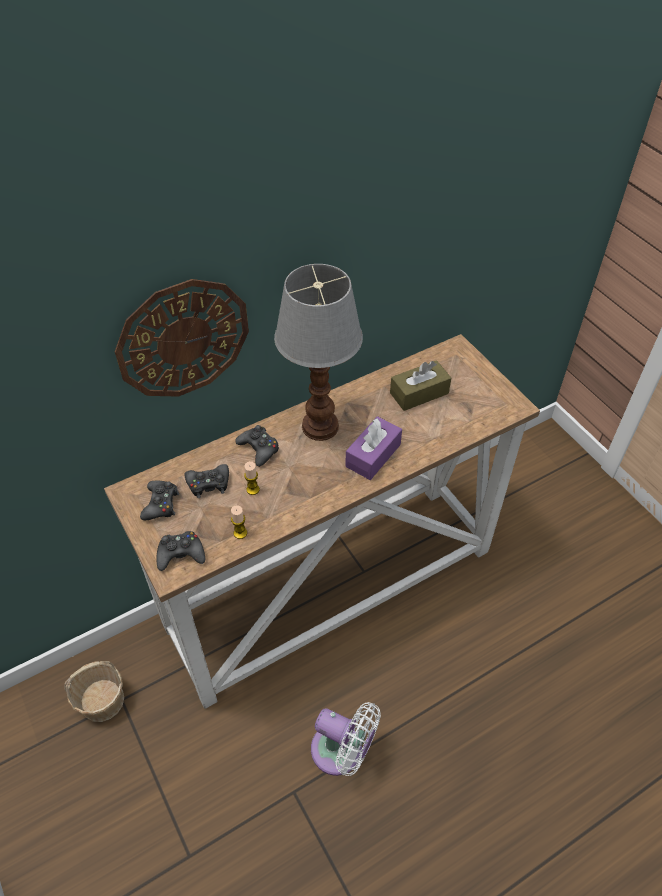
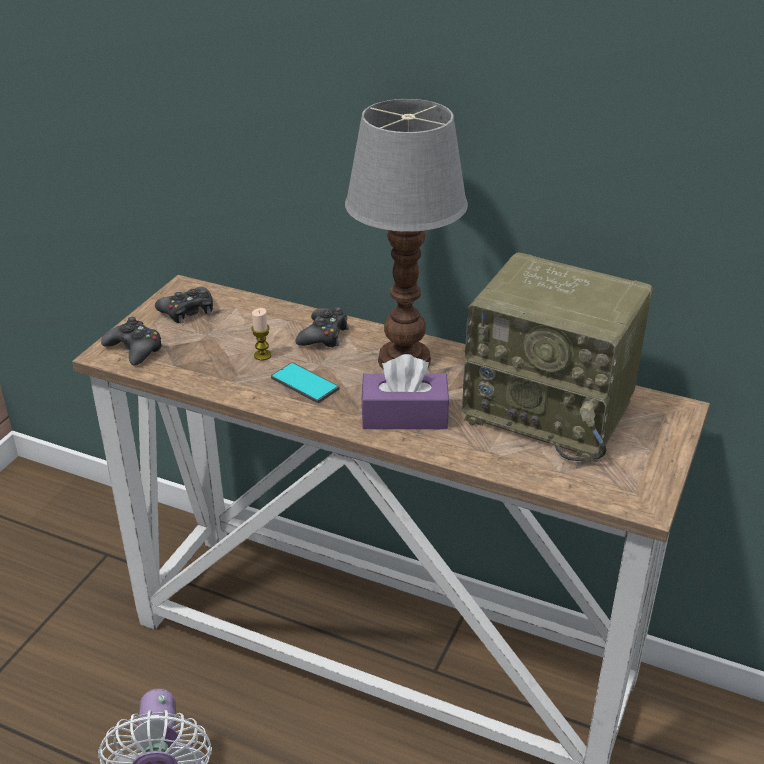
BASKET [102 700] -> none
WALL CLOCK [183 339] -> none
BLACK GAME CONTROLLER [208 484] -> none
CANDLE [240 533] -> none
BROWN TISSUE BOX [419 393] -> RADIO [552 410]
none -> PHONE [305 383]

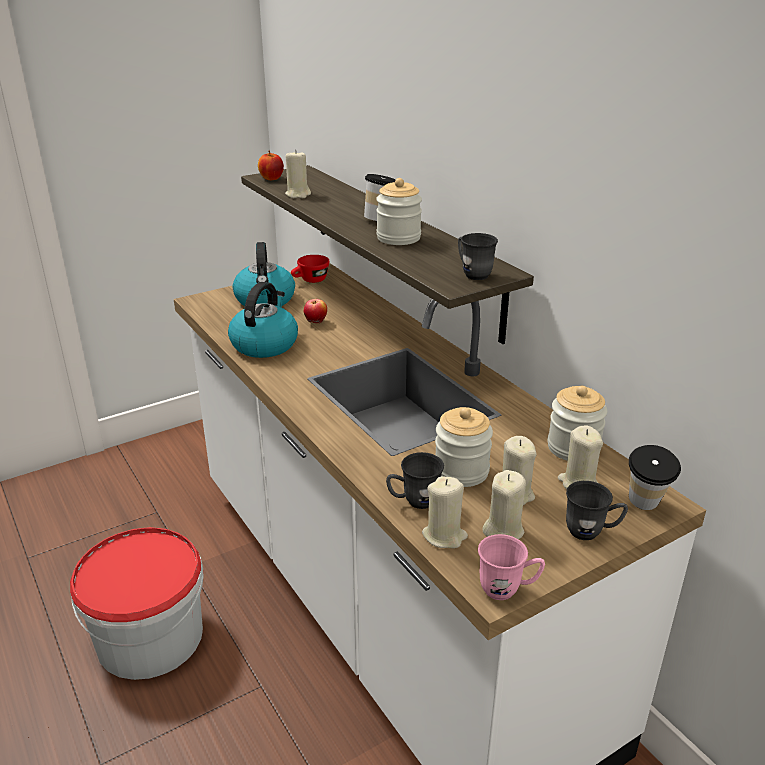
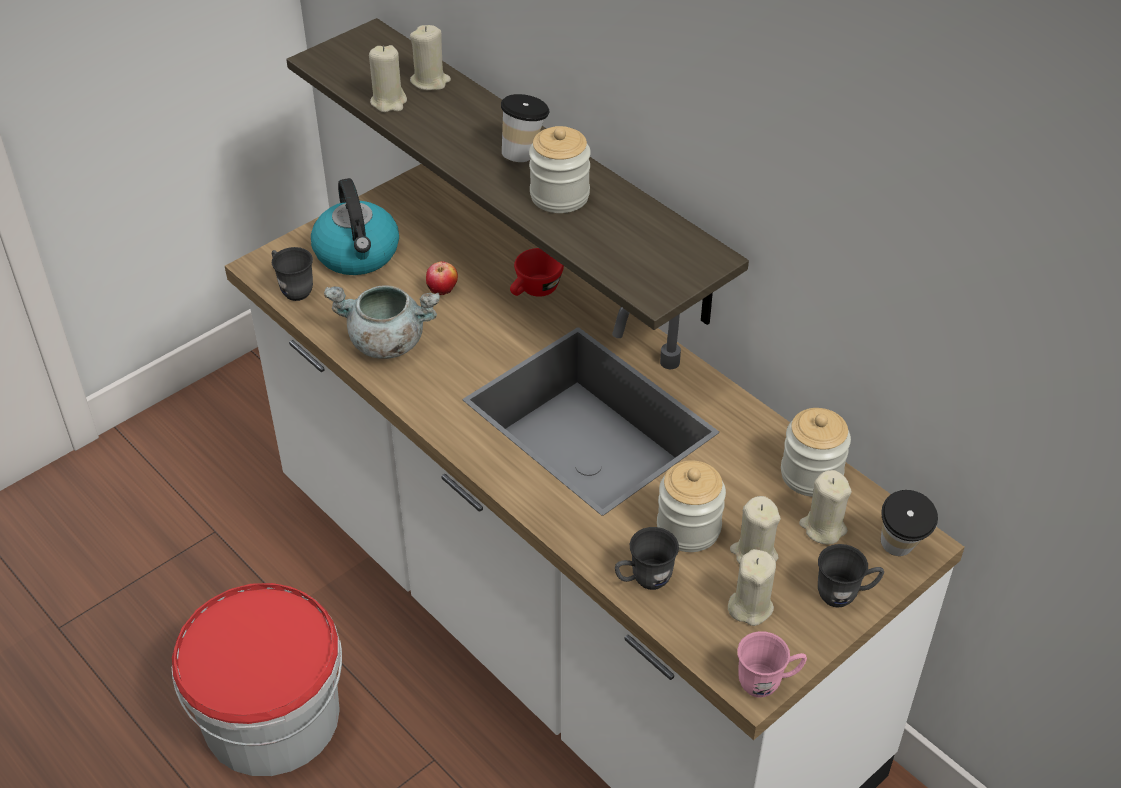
KETTLE [264 344] -> GREY COOKING POT [386 343]
APPLE [271 179] -> none
RED CUP [310 281] -> RED CUP [534 291], moved
BEIGE CANDLE [444 536] -> BEIGE CANDLE [430 81], moved
GREY MUG [472 273] -> GREY MUG [293 289], moved

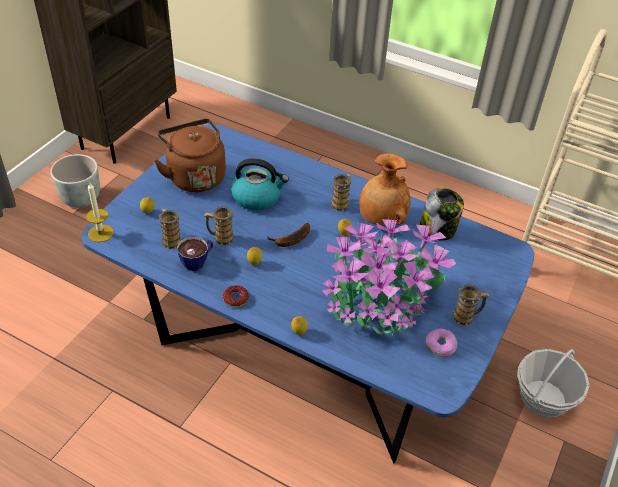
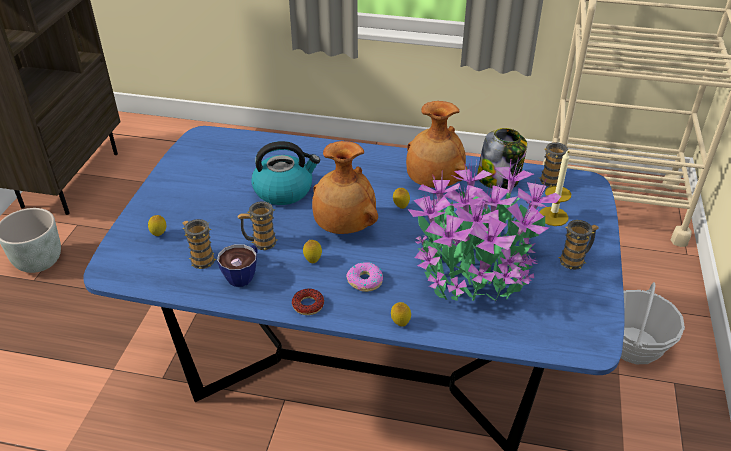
CANDLE [100 233] -> CANDLE [553 216], moved
BROWN KETTLE [194 176] -> none
BANANA [291 240] -> BROWN VASE [343 226]
MUG [341 203] -> MUG [550 178], moved
DONUT [441 345] -> DONUT [365 281], moved

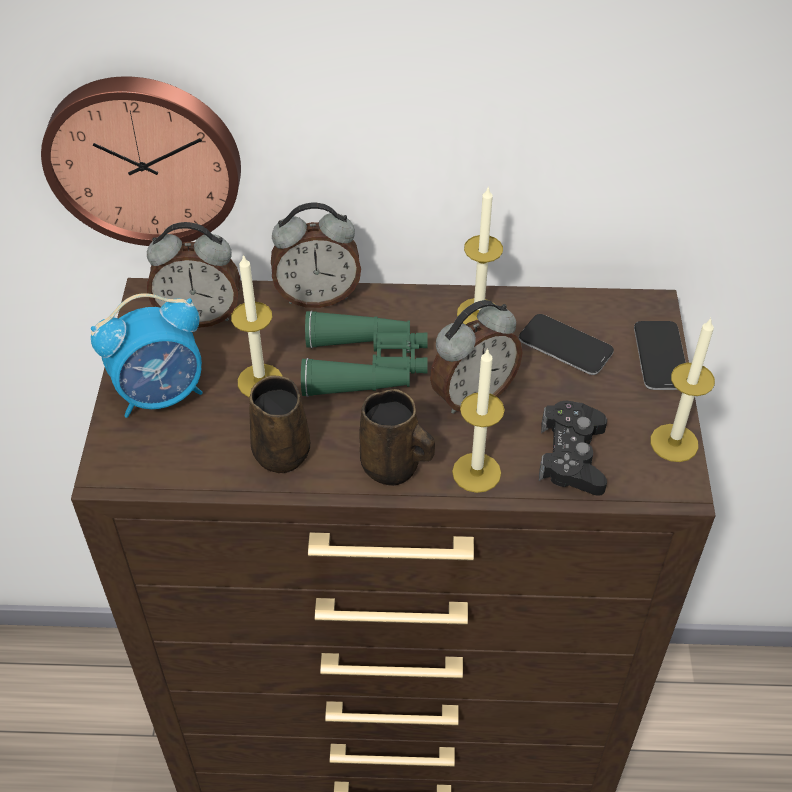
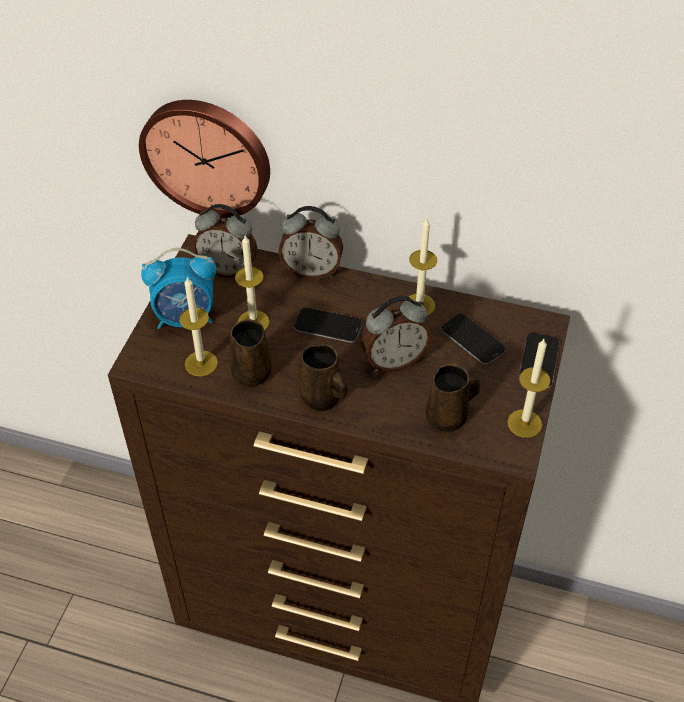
GREEN BINOCULARS [366 366] -> PHONE [328 326]
CANDLE [476 472] -> CANDLE [201 363], moved
BLACK GAME CONTROLLER [572 456] -> BROWN MUG [448 417]

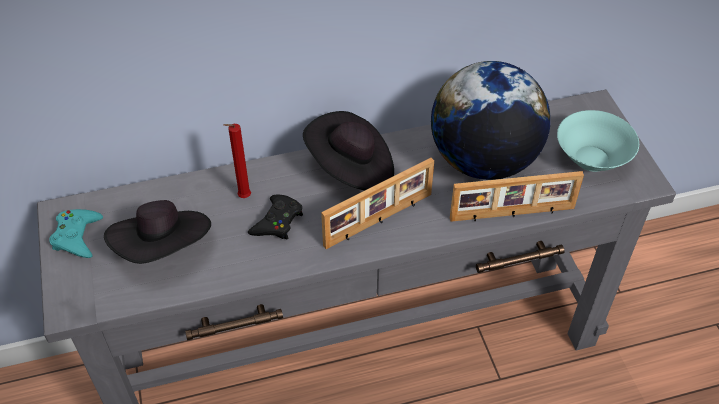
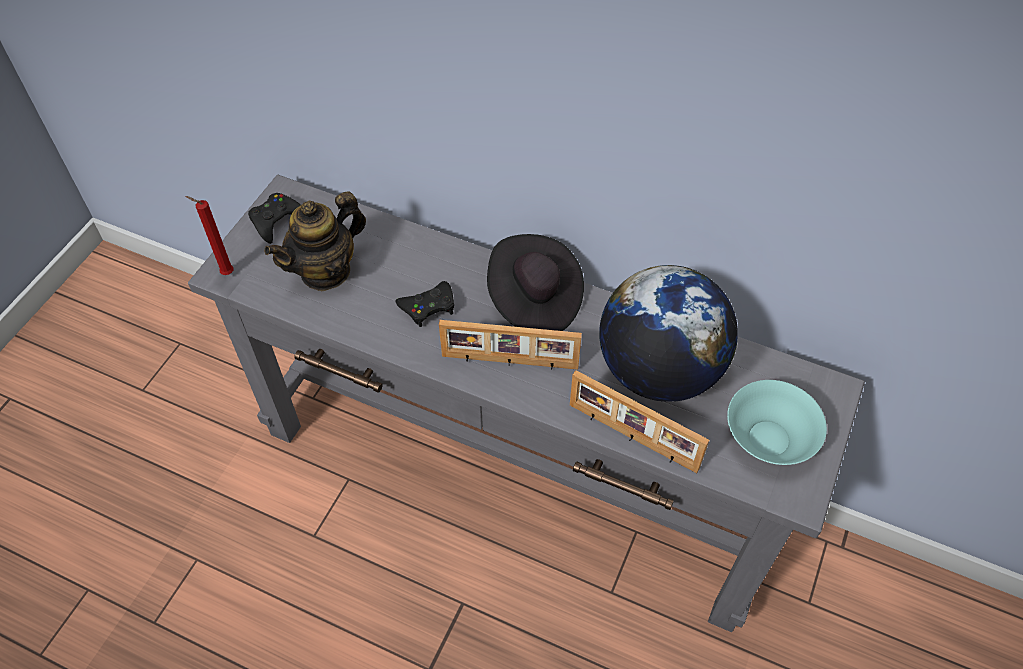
TURQUOISE GAME CONTROLLER [77 237] -> BLACK GAME CONTROLLER [276 220]
BLACK HAT [164 248] -> TEAPOT [326 271]
RED CANDLE [242 198] -> RED CANDLE [225 273], moved

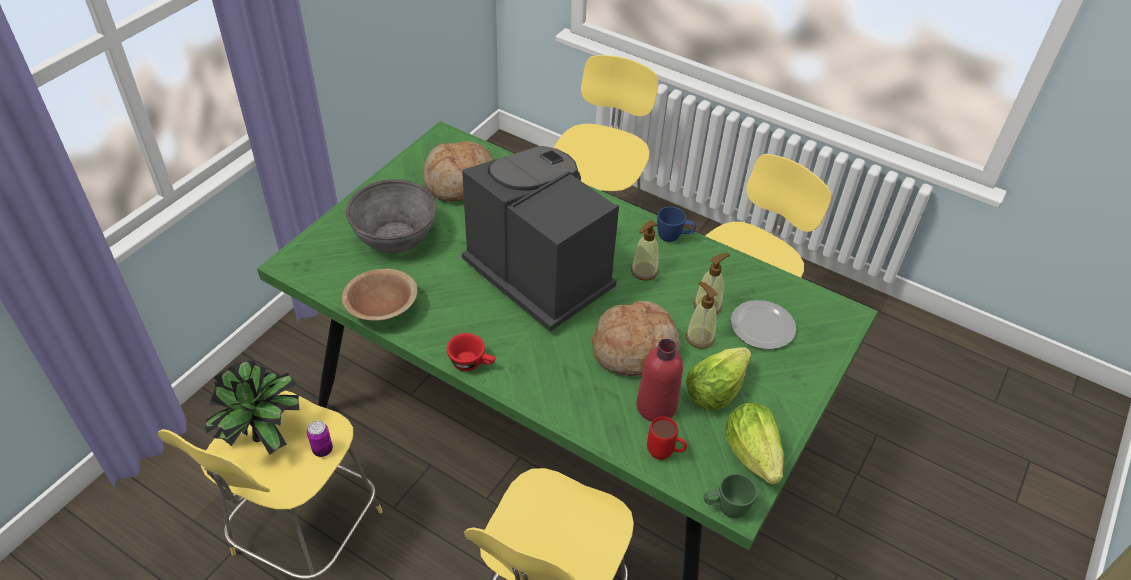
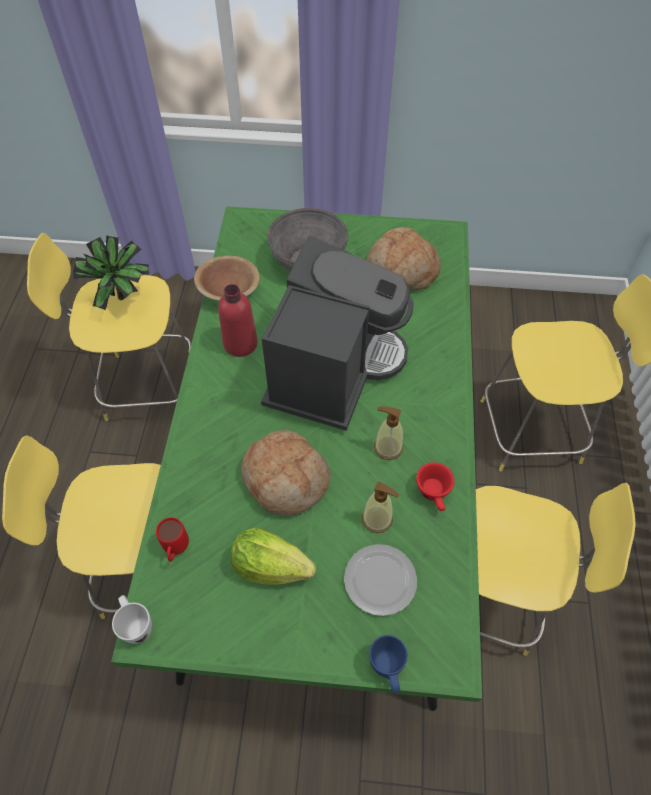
CAN [322 449] -> none
RED CUP [472 363] -> RED CUP [434 494], moved
RED BOTTLE [656 406] -> RED BOTTLE [240 344], moved
BLUE MUG [673 238] -> BLUE MUG [387 670], moved
SOAP DISPENSER [699 337] -> none
GREEN MUG [725 509] -> WHITE MUG [136 624]
LETTUCE [752 454] -> none

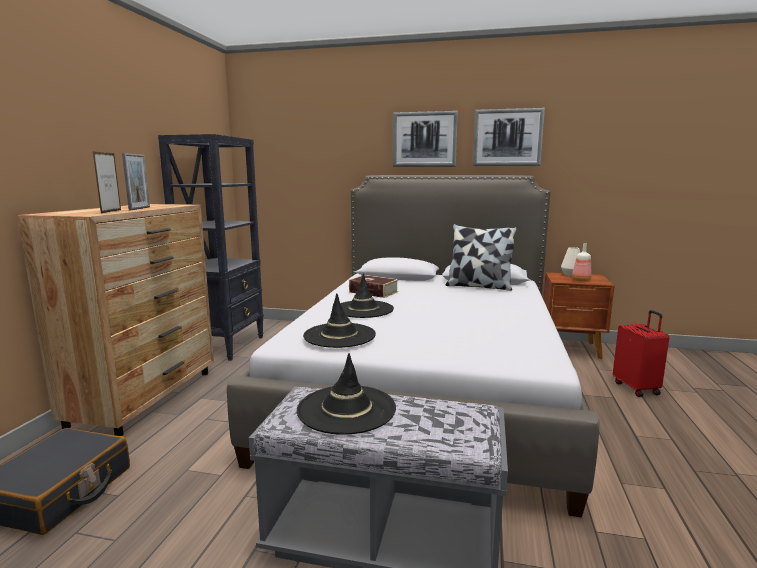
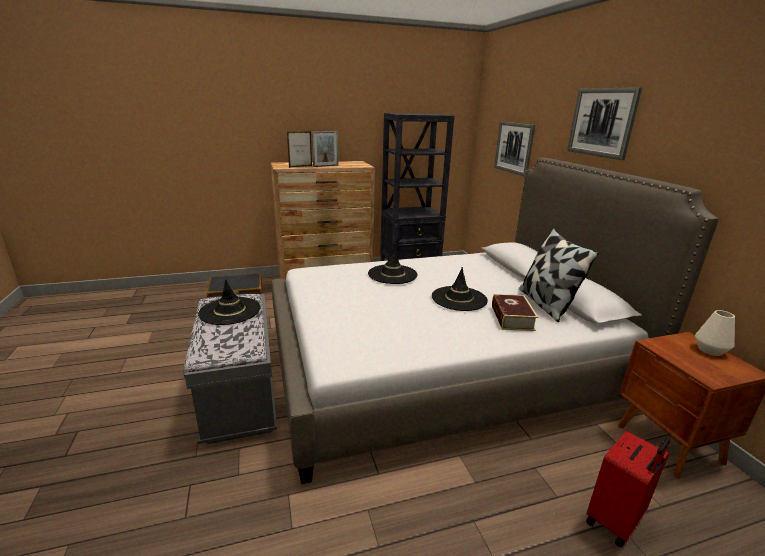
BLACK HAT [339 335] -> BLACK HAT [459 298], moved
BOOK [373 292] -> BOOK [512 318], moved
PICTURE [507 137] -> PICTURE [514 148], moved
BOTTLE [580 280] -> none

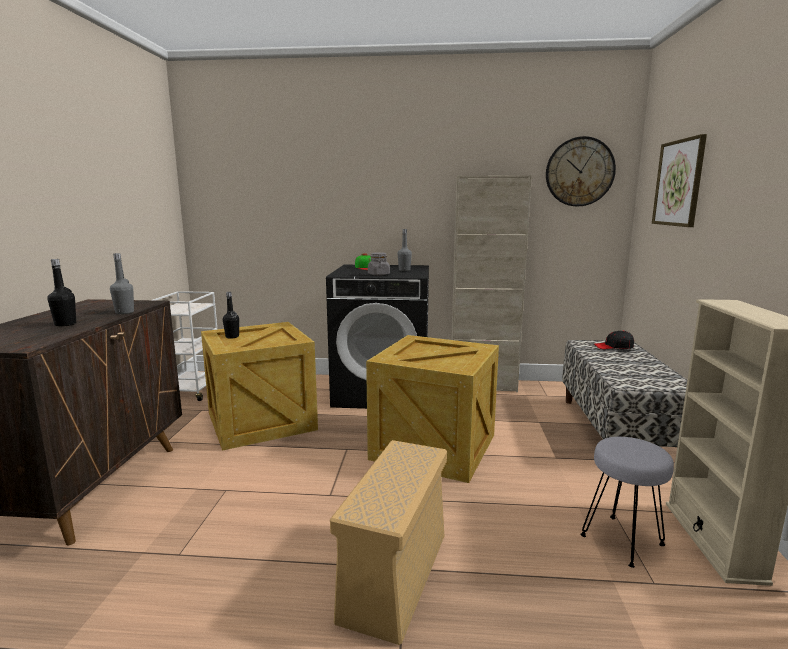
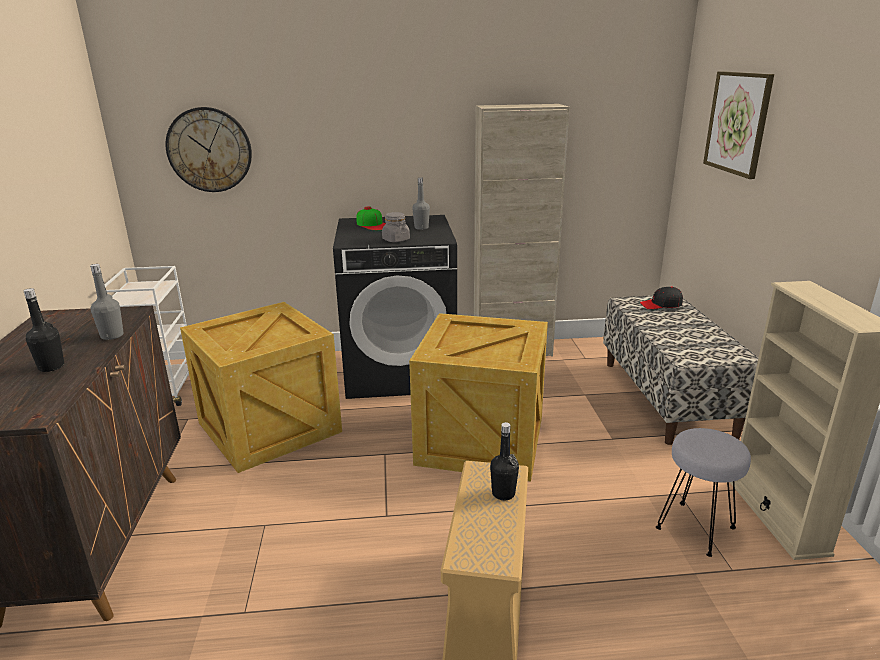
BLACK BOTTLE [232 337] -> BLACK BOTTLE [503 493], moved
WALL CLOCK [579 172] -> WALL CLOCK [209 150], moved

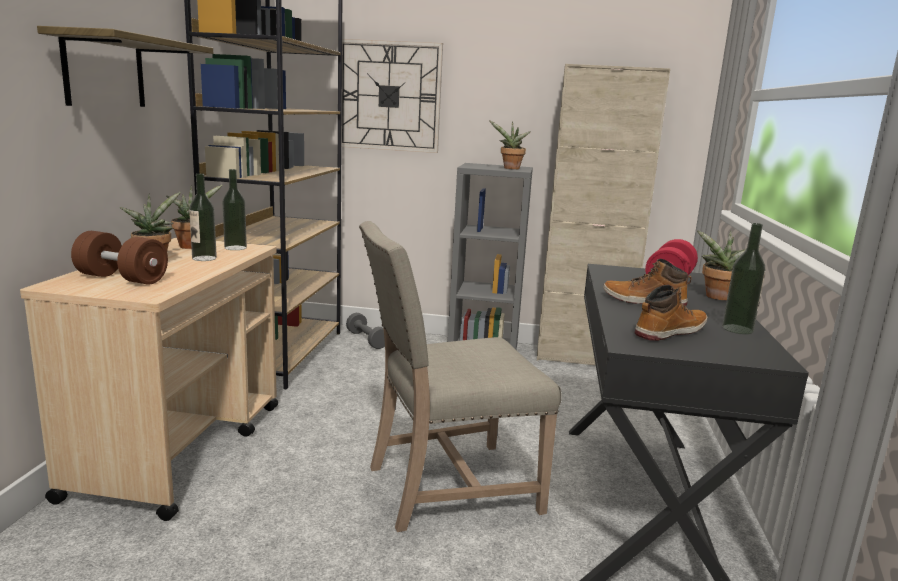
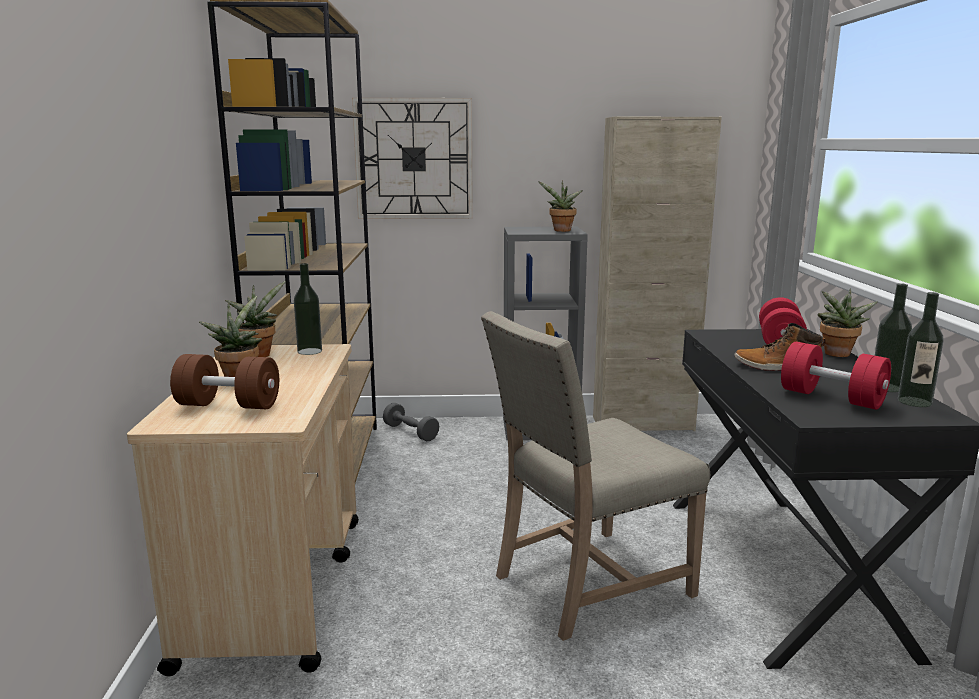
SHELF [104 71] -> none
BOTTLE [204 258] -> BOTTLE [914 402], moved
BOOT [669 332] -> RED DUMBBELL [831 398]

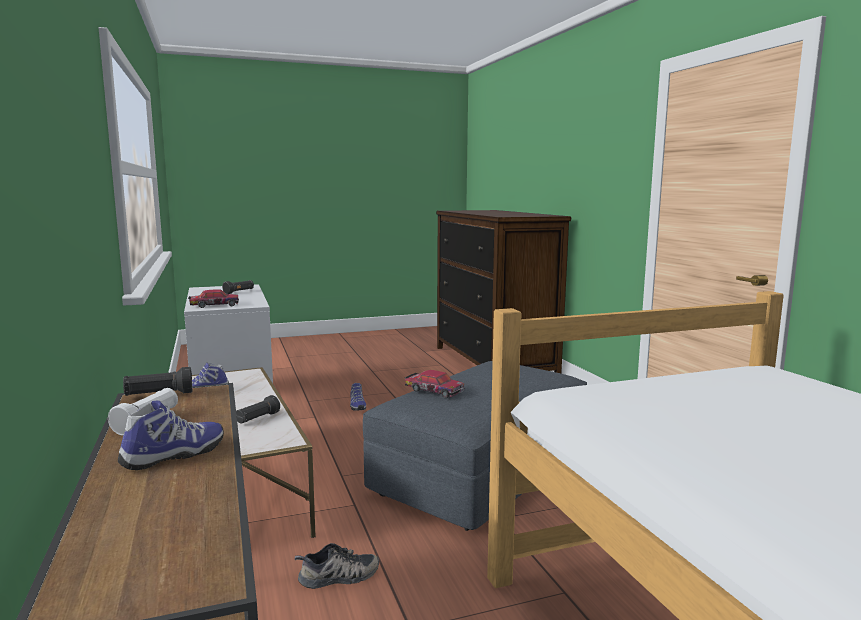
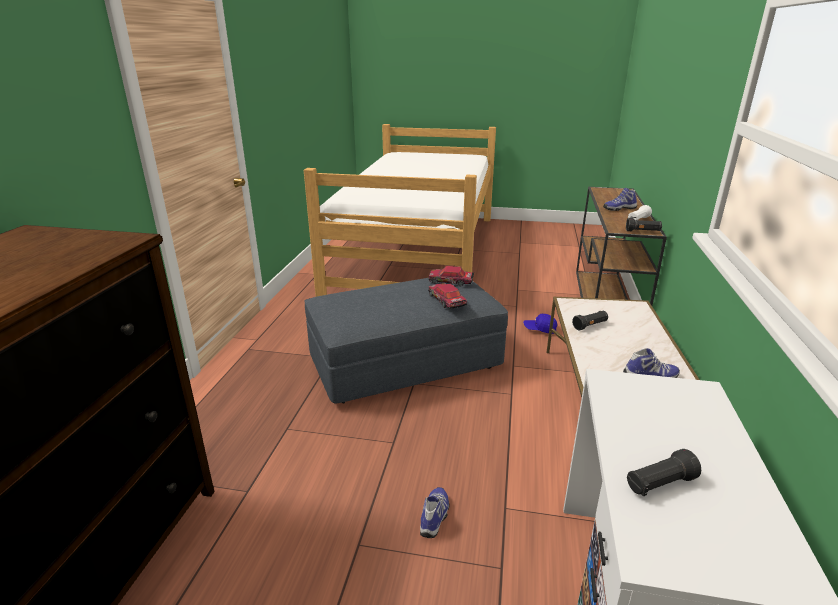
TOY CAR [214 305] -> TOY CAR [451 281], moved
SHOE [338 577] -> BLUE CAP [539 329]

